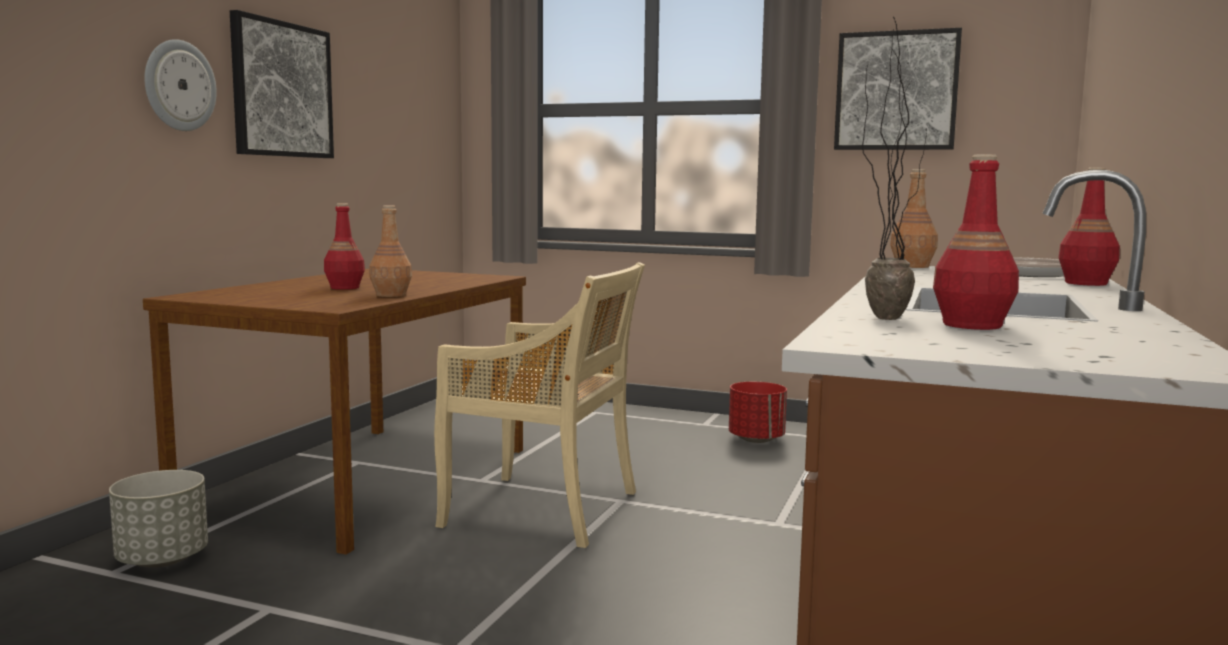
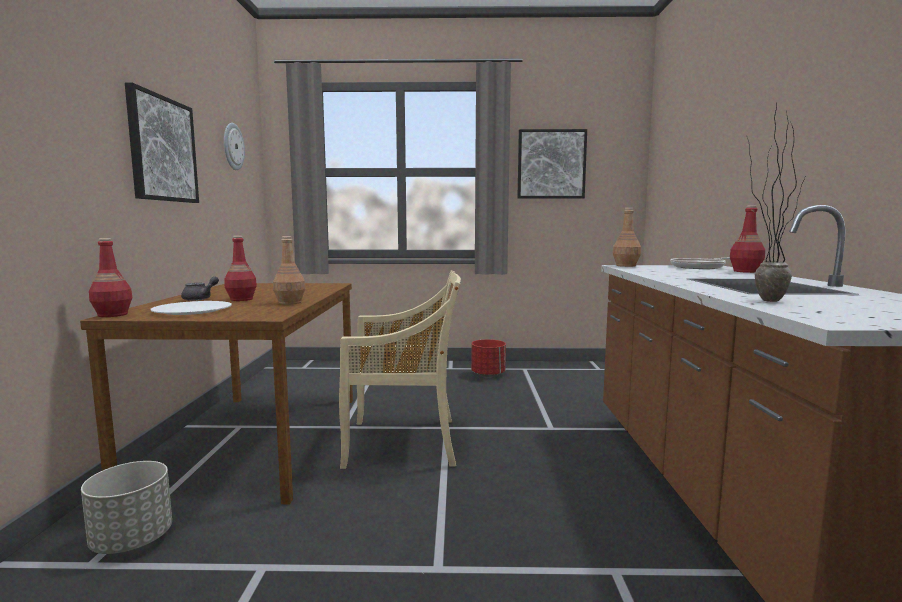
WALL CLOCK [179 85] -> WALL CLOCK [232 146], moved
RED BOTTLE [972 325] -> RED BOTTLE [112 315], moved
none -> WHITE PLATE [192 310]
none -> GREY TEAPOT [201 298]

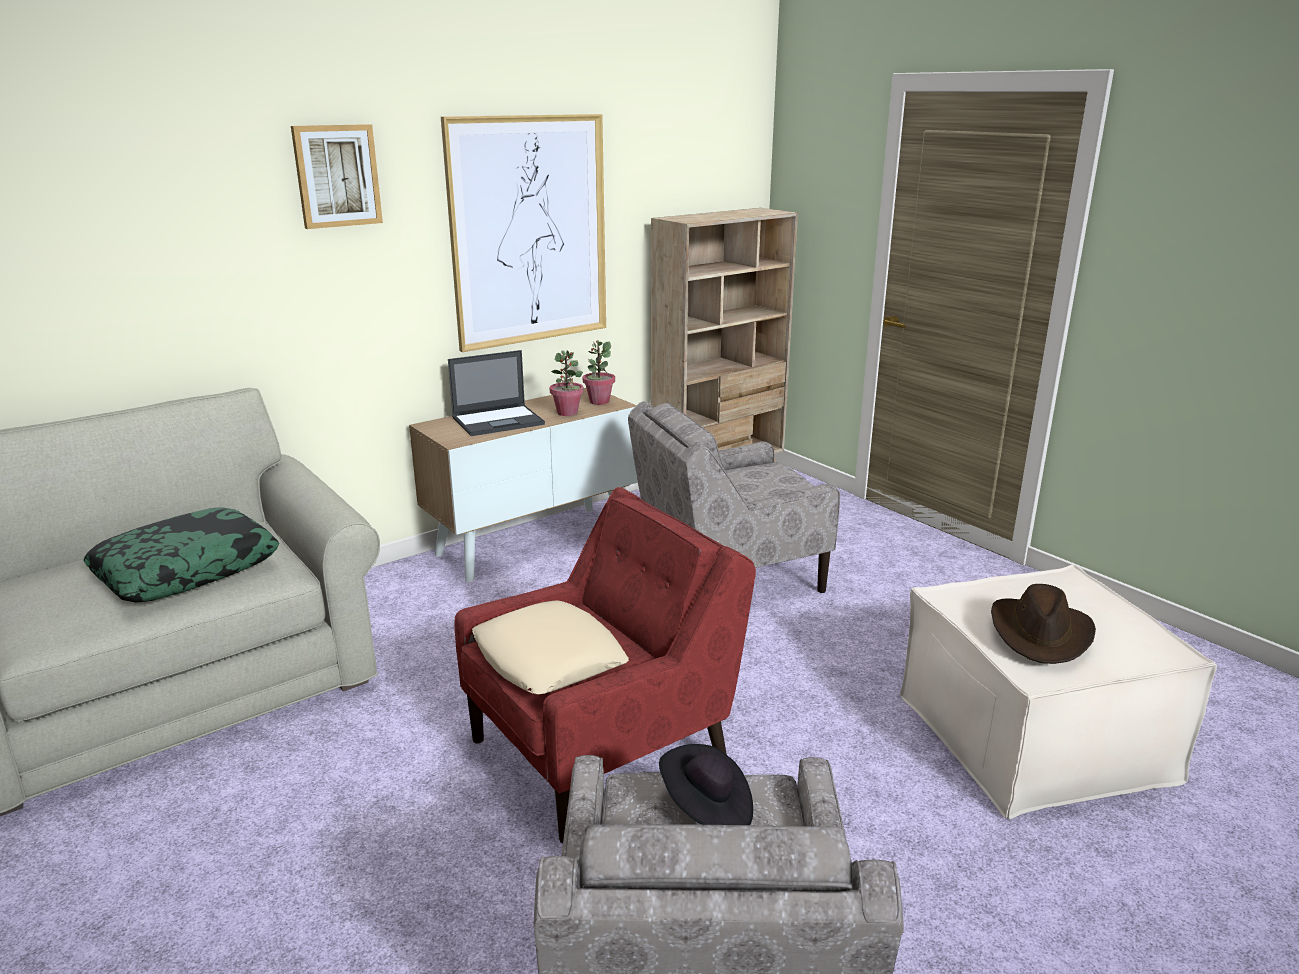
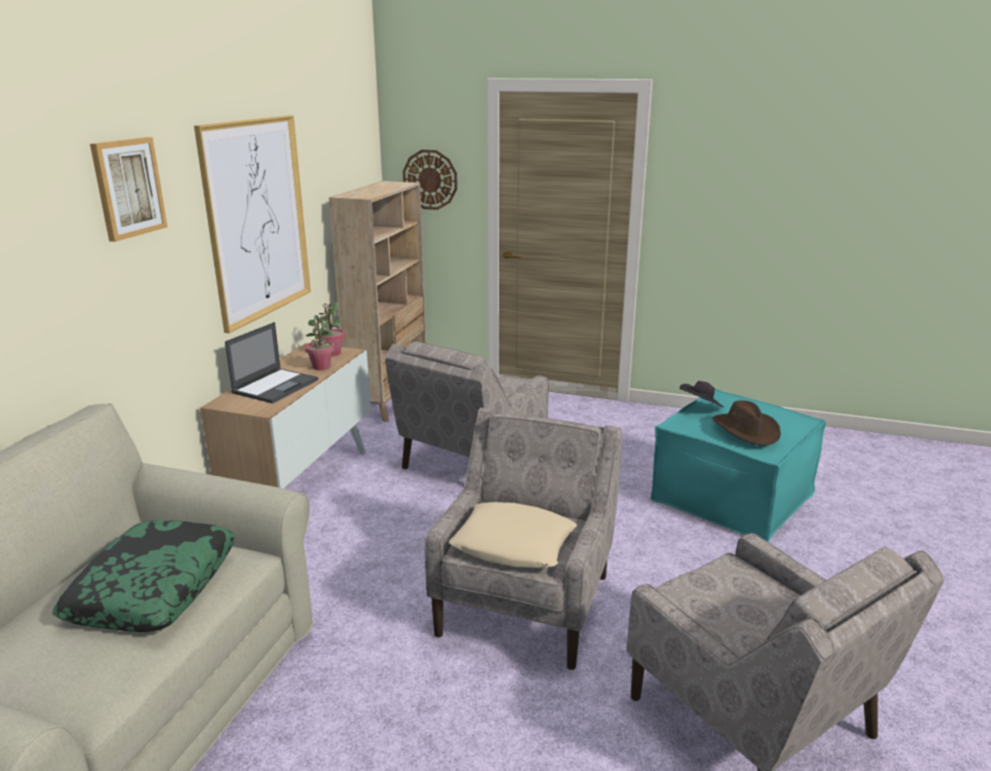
RED ARMCHAIR [602 750] -> BEIGE ARMCHAIR [526 603]
BLACK HAT [707 808] -> BLACK HAT [701 406], moved
BEIGE OTTOMAN [1033 737] -> TURQUOISE OTTOMAN [732 496]
none -> WALL CLOCK [430 179]

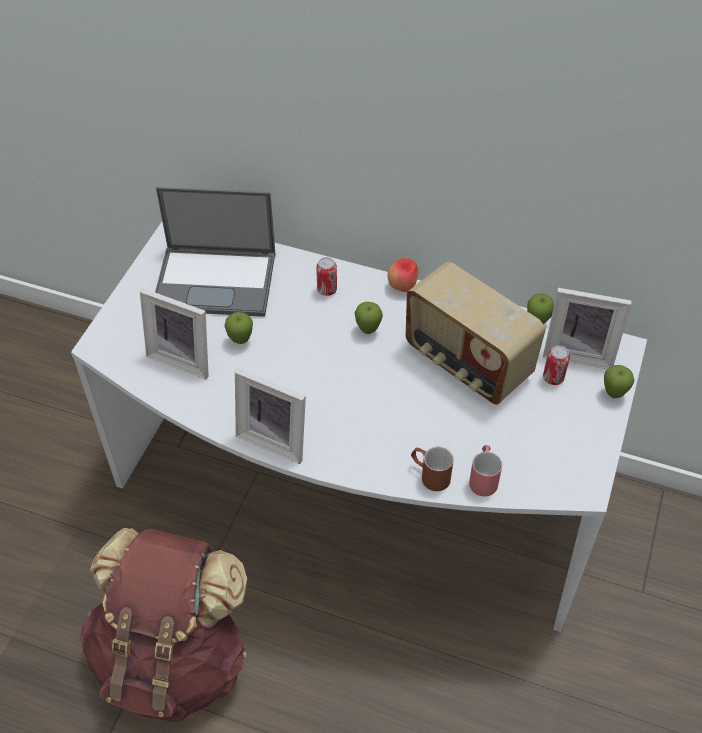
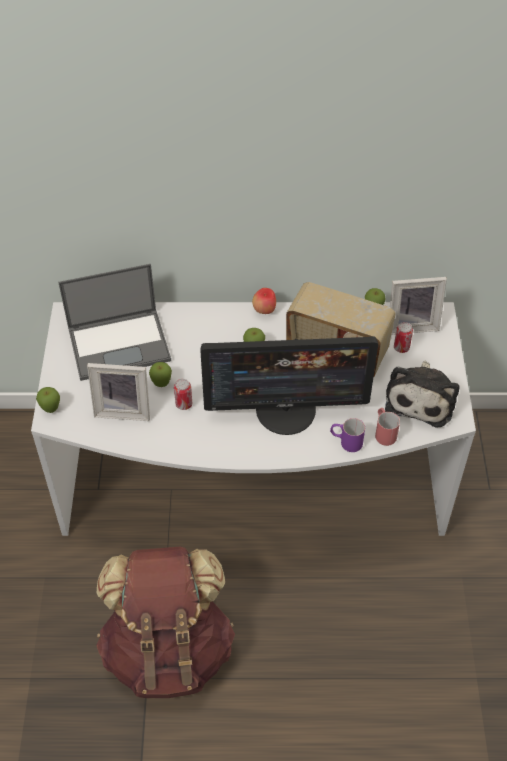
PICTURE FRAME [275 438] -> none
CAN [327 290] -> CAN [184 404], moved
BROWN MUG [429 475] -> PURPLE MUG [346 441]
APPLE [613 394] -> APPLE [51 409], moved
none -> MONITOR [286 410]
none -> PLUSH TOY [421 398]

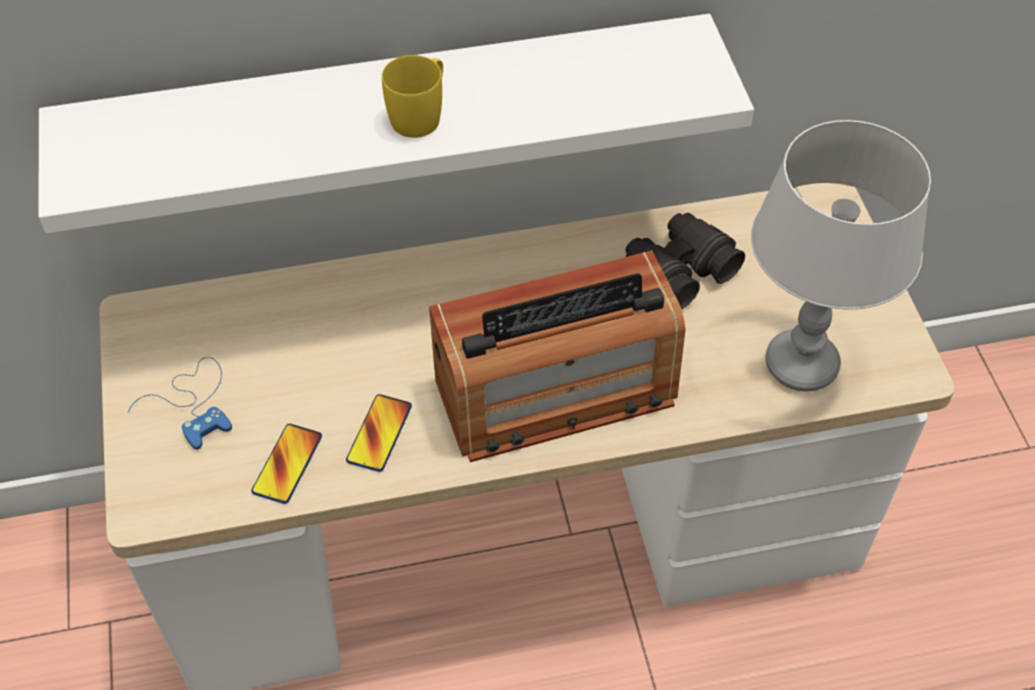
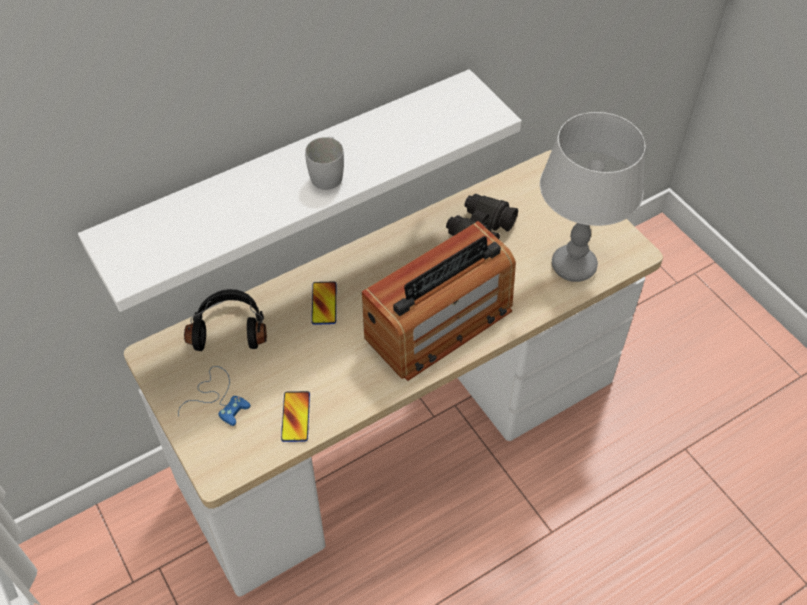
PHONE [379 433] -> PHONE [324 303], moved
YELLOW MUG [421 114] -> WHITE MUG [328 173]
none -> BLACK HEADPHONES [229 328]

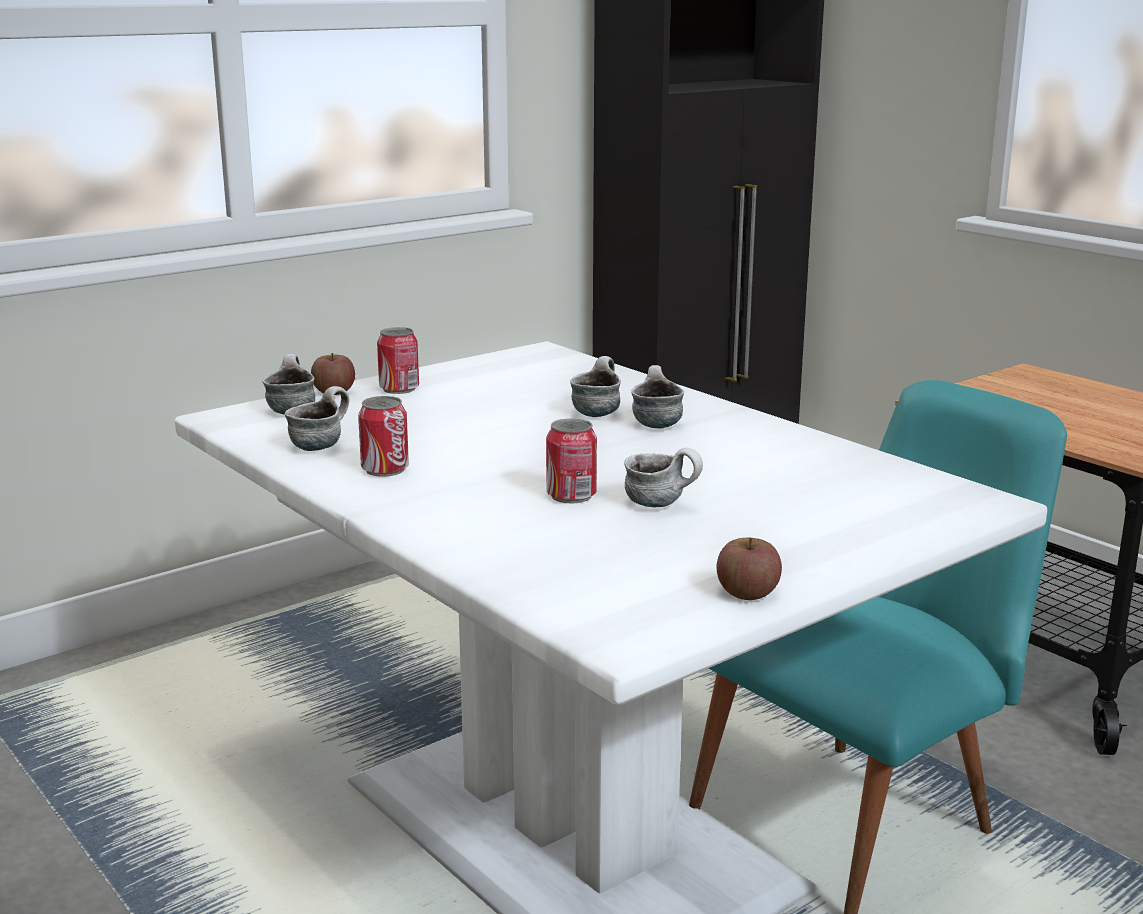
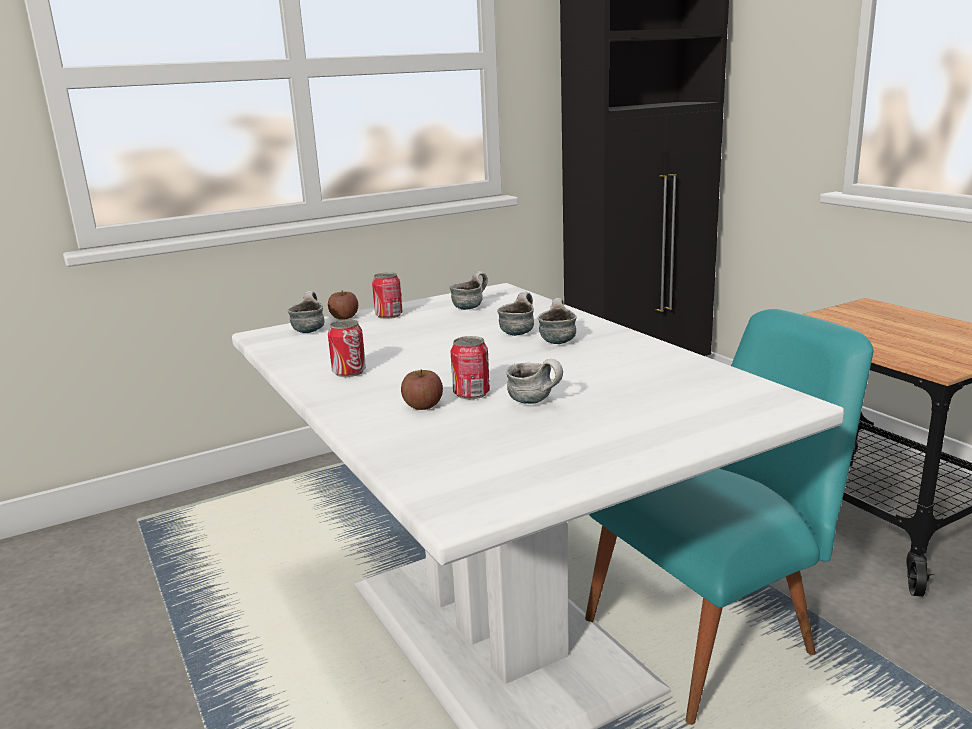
MUG [320 445] -> MUG [470 307], moved
APPLE [747 593] -> APPLE [423 406], moved

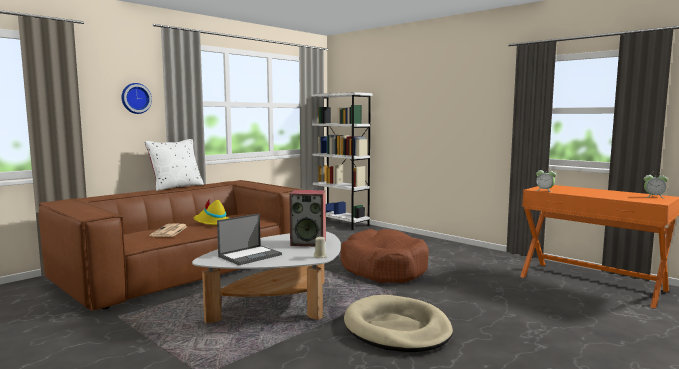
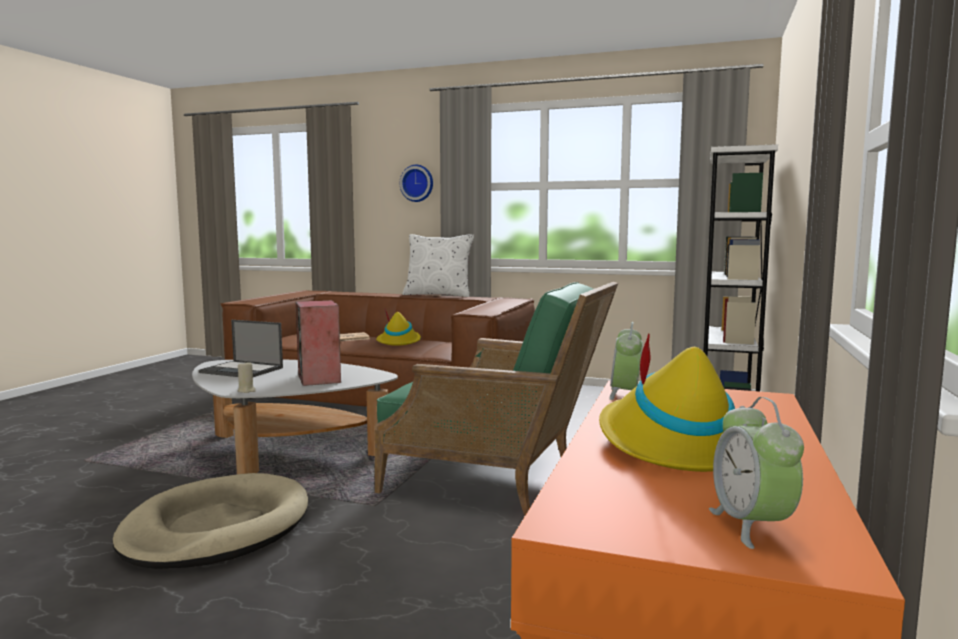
BROWN DOG BED [383 268] -> GREEN ARMCHAIR [496 480]
none -> YELLOW HAT [671 445]

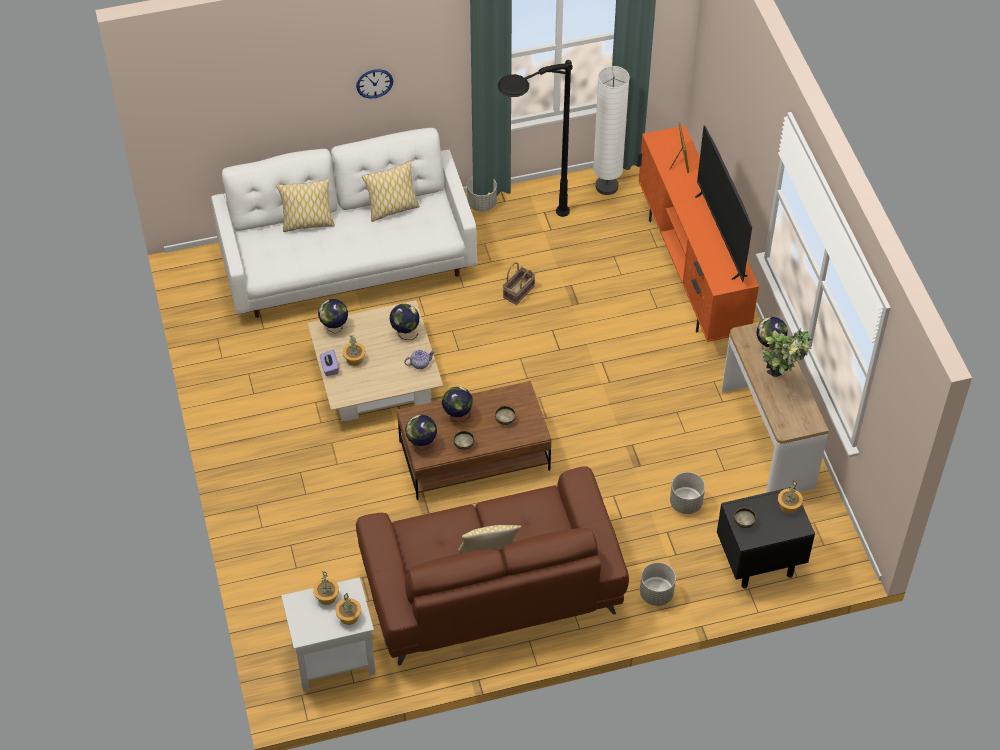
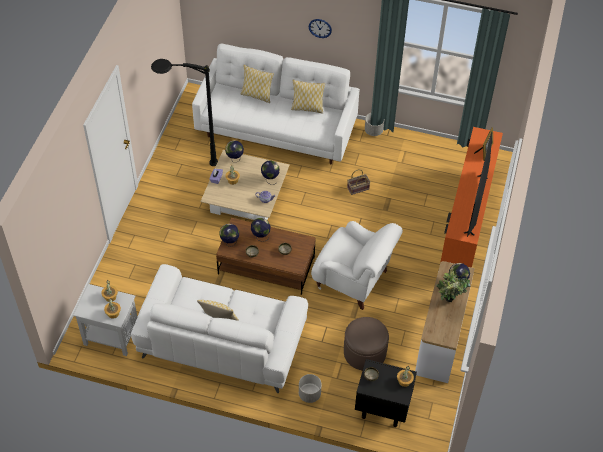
BROWN SOFA [490 586] -> WHITE SOFA [222 341]
BLACK FLOOR LAMP [526 230] -> BLACK FLOOR LAMP [185 164], moved
WHITE FLOOR LAMP [607 186] -> none
GREY PLANTER [686 503] -> BROWN OTTOMAN [364 352]
none -> WHITE ARMCHAIR [353 280]

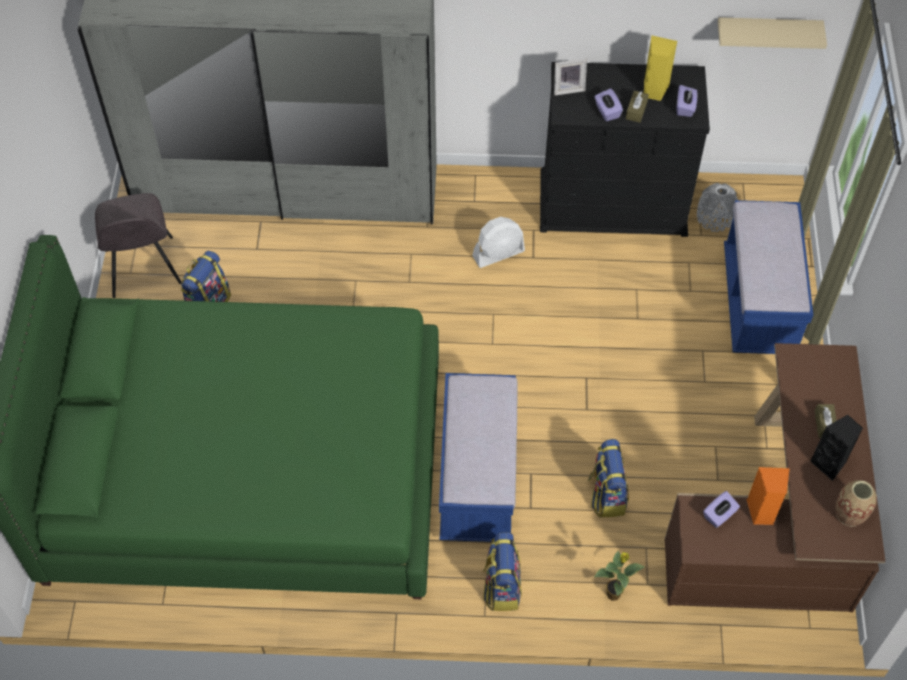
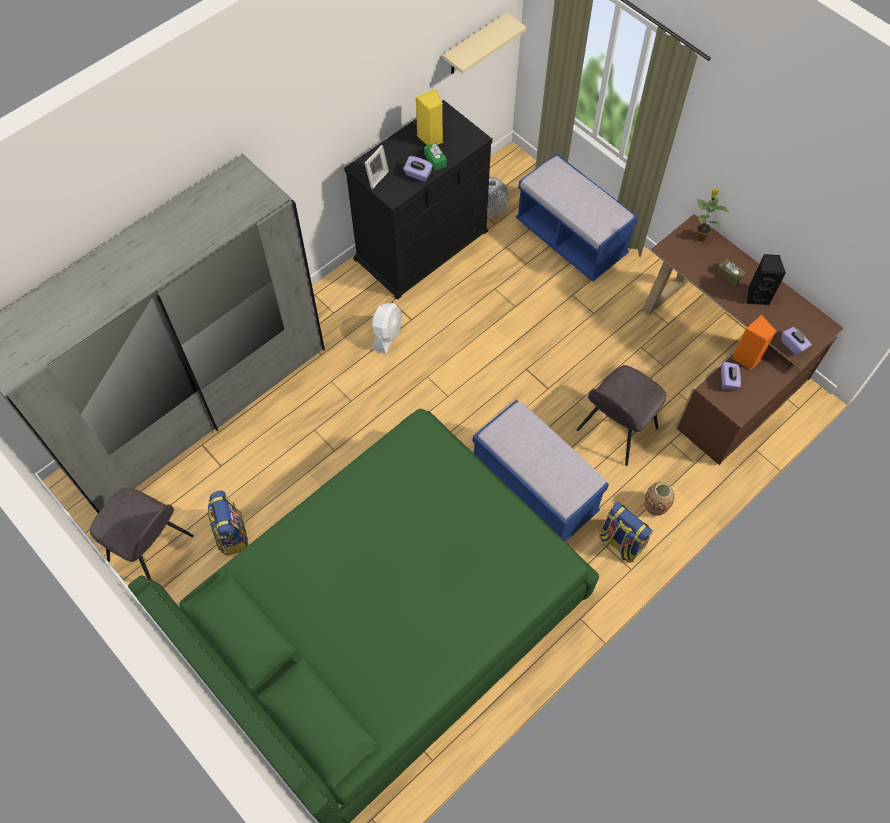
BACKPACK [606 495] -> GREY CHAIR [615 430]
POTTED PLANT [614 593] -> POTTED PLANT [700 236], moved
BROWN TISSUE BOX [636 110] -> GREEN TISSUE BOX [435 160]
PURPLE TISSUE BOX [685 107] -> PURPLE TISSUE BOX [793 345], moved
VASE [849 514] -> VASE [655 506], moved

